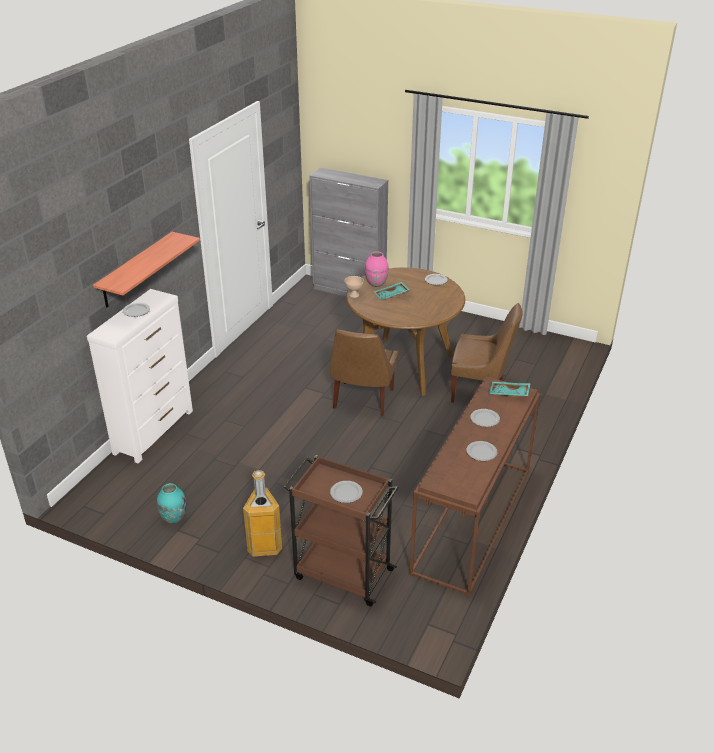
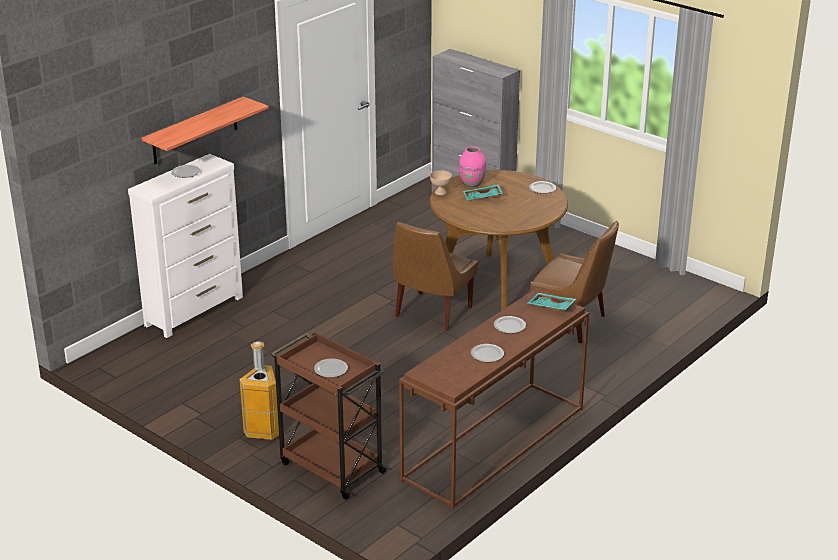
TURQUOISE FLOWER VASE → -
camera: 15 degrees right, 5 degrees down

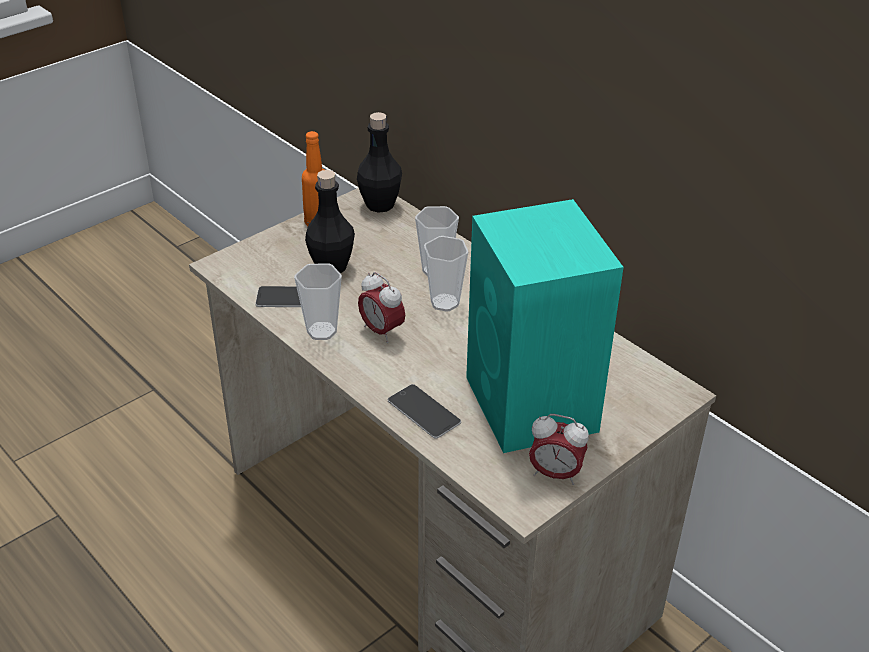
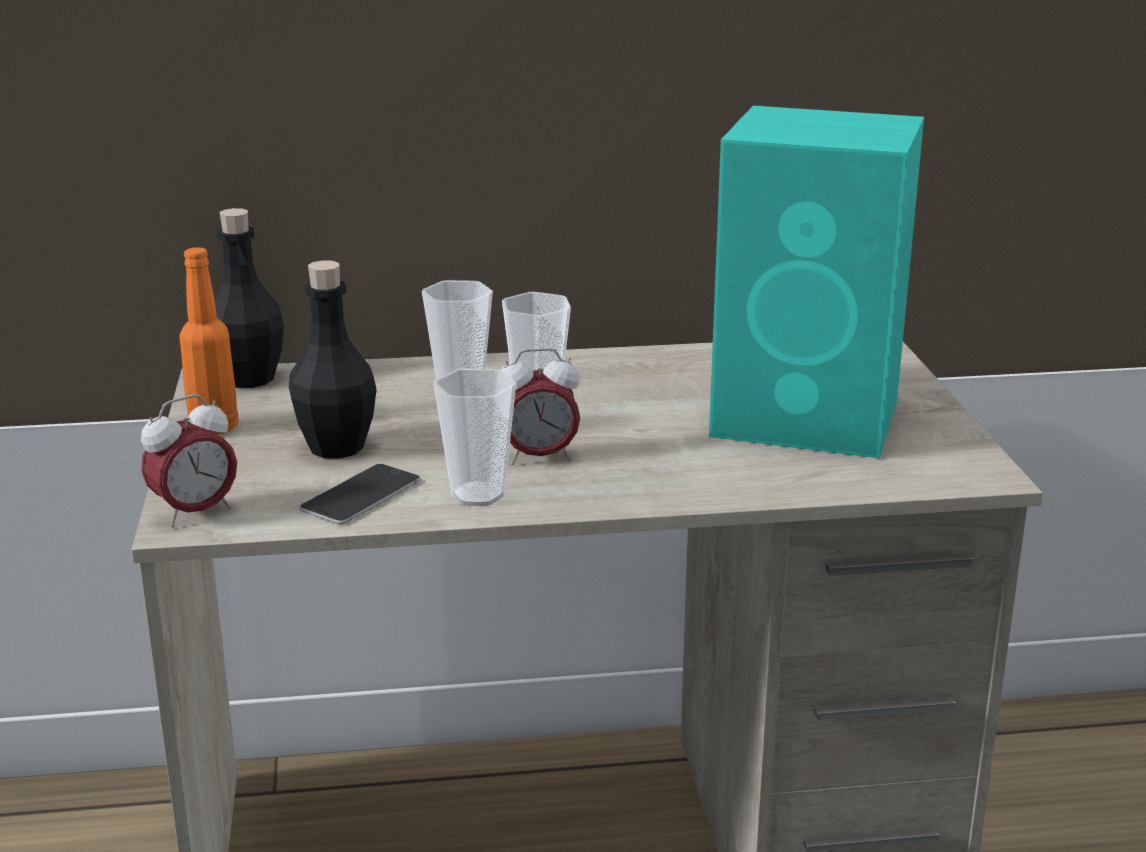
PHONE (2nd from left) → -
TABLE CLOCK (2nd from left in the first image) → TABLE CLOCK (1st from left), move
camera: 55 degrees left, 15 degrees down

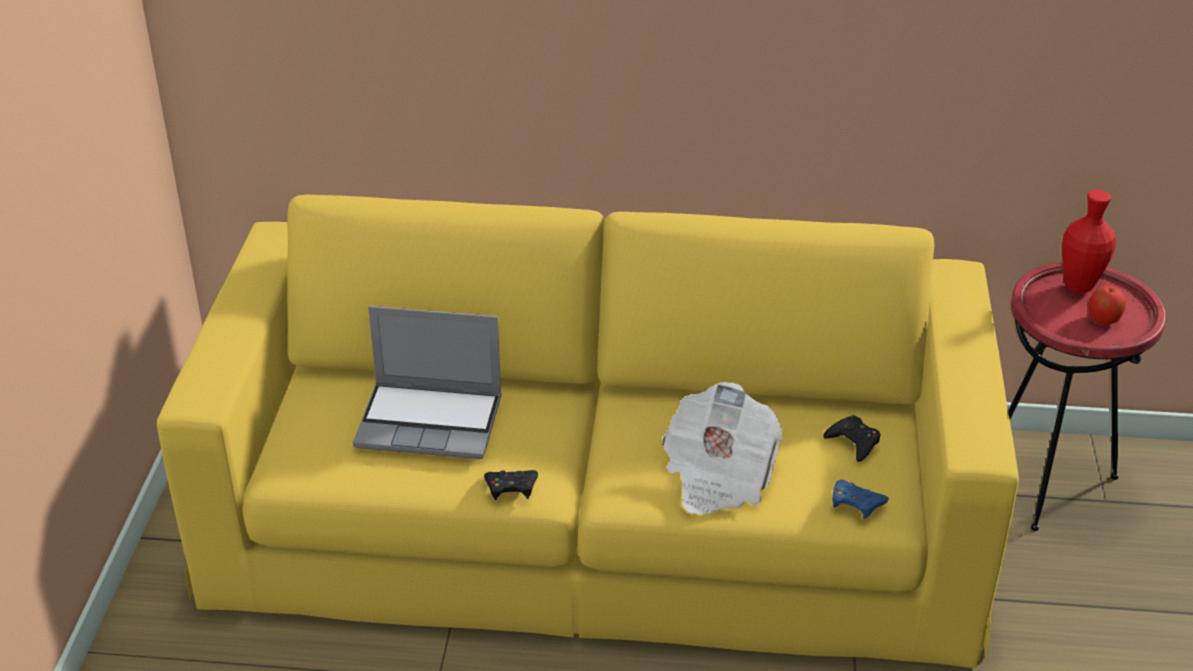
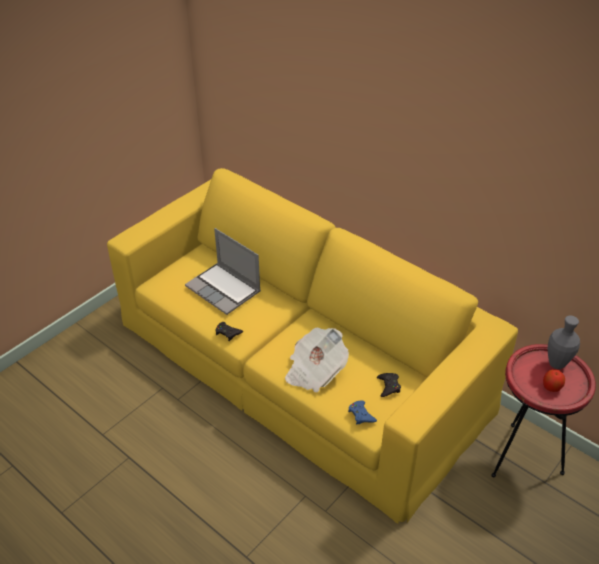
REDDISH FLOWER VASE → GREYISH FLOWER VASE
camera: 35 degrees right, 5 degrees up

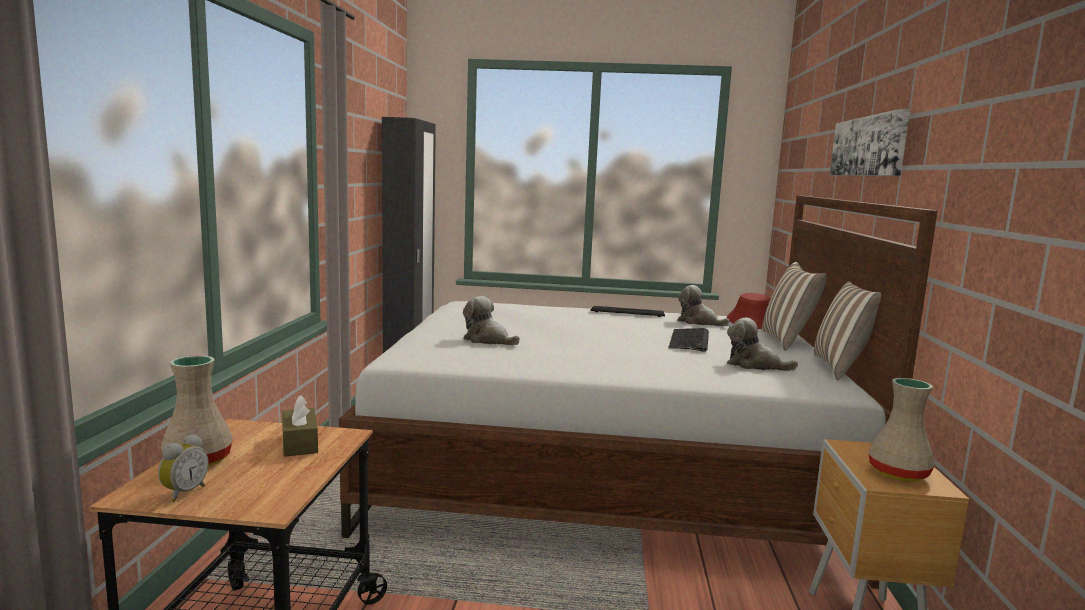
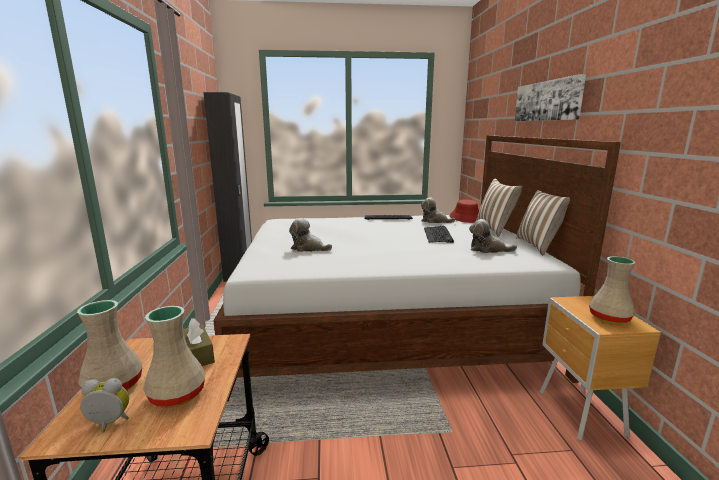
TABLE CLOCK, 105 degrees counterclockwise
- → BEIGE FLOWER VASE (2nd from left)
camera: 10 degrees left, 5 degrees up

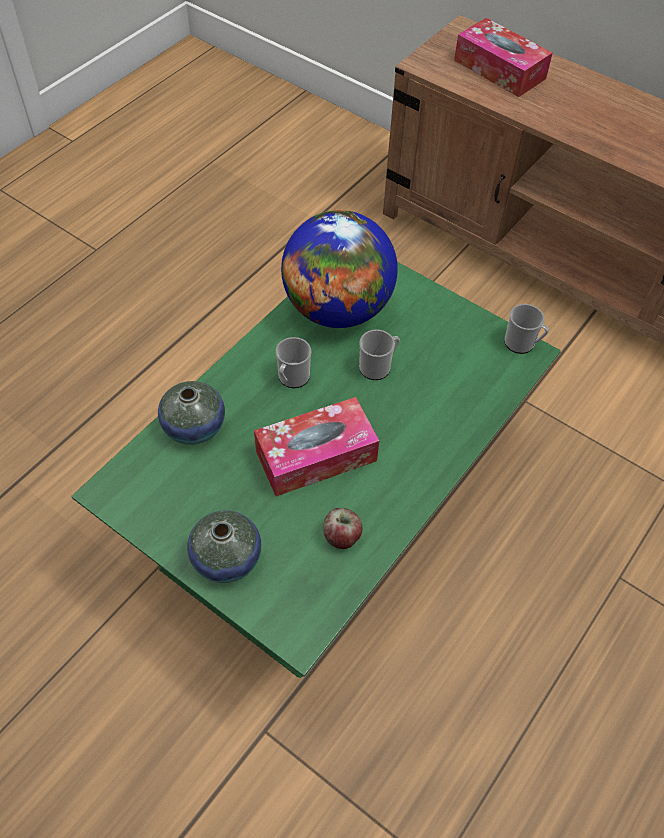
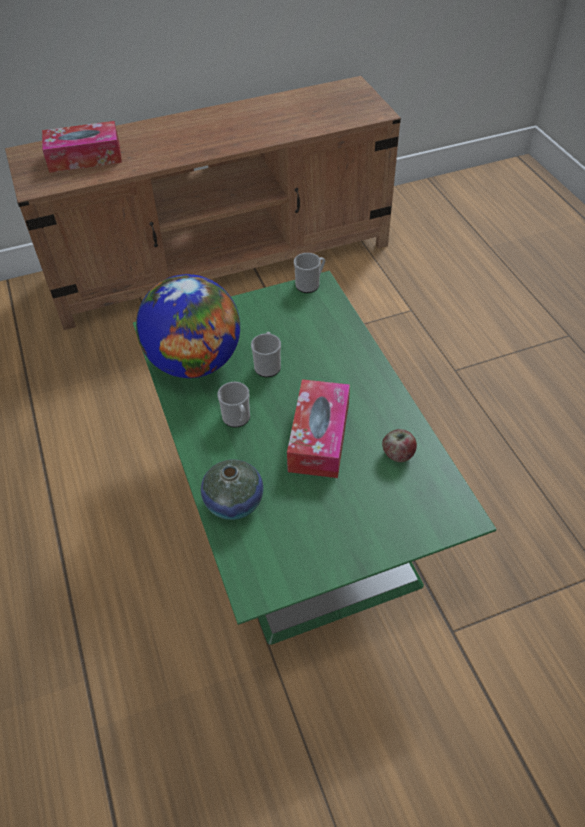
FLOWER VASE (2nd from left) → -
camera: 55 degrees left, 5 degrees down

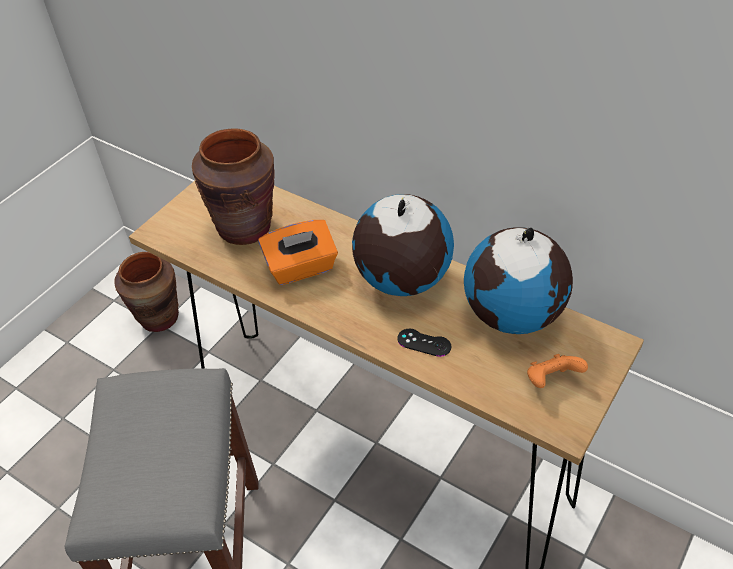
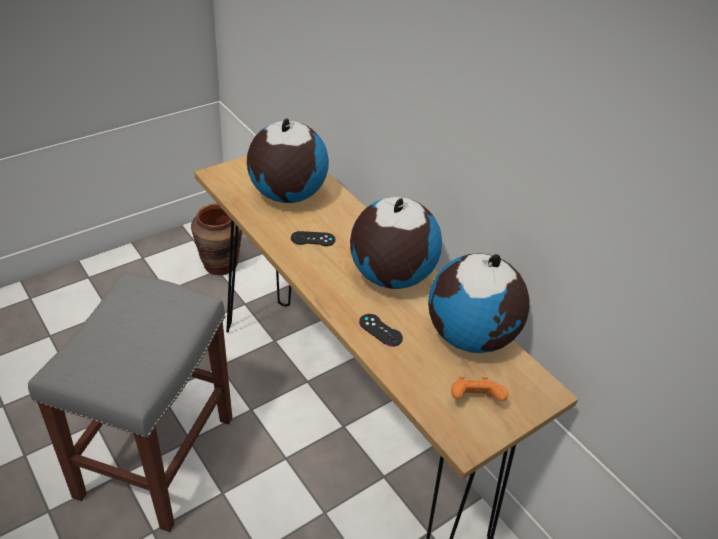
BROWNISH FLOWER VASE (2nd from left) → WORLD GLOBE (1st from left)
ORANGEY TISSUE HOLDER → BLACKISH GAMEPAD (1st from left)
camera: 15 degrees right, 5 degrees down

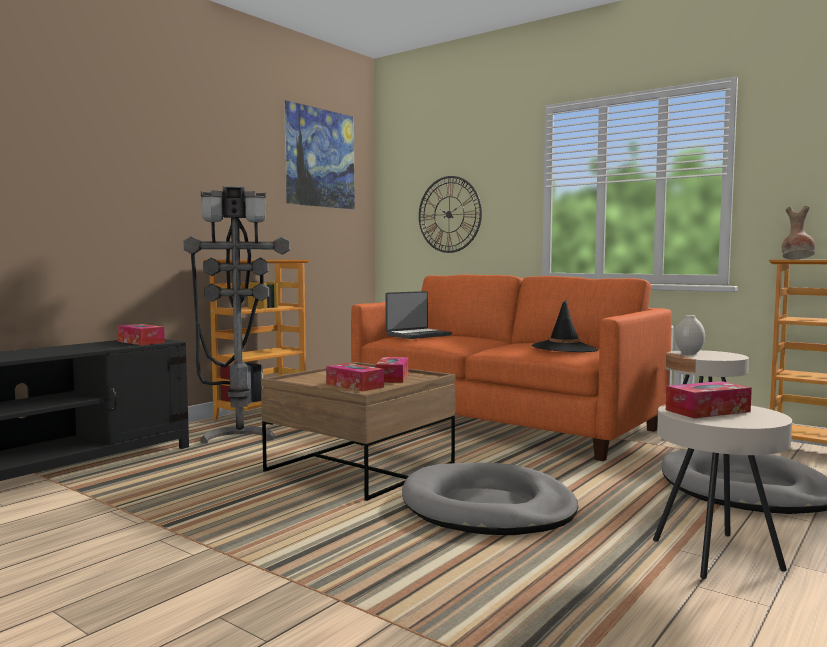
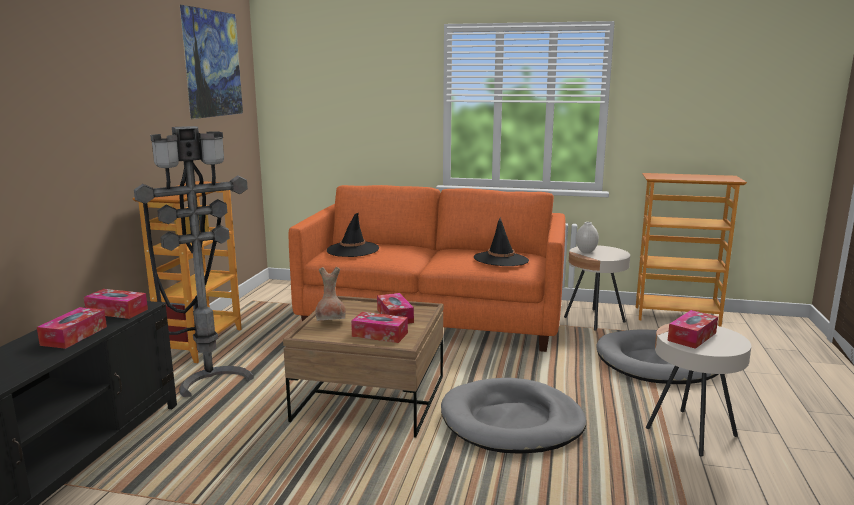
HANGING CLOCK → -
BROWNISH FLOWER VASE, move
PORTABLE COMPUTER → BLACKISH CLOTHING HAT (1st from left)
- → TISSUE HOLDER (1st from left)
camera: 25 degrees left, 10 degrees up

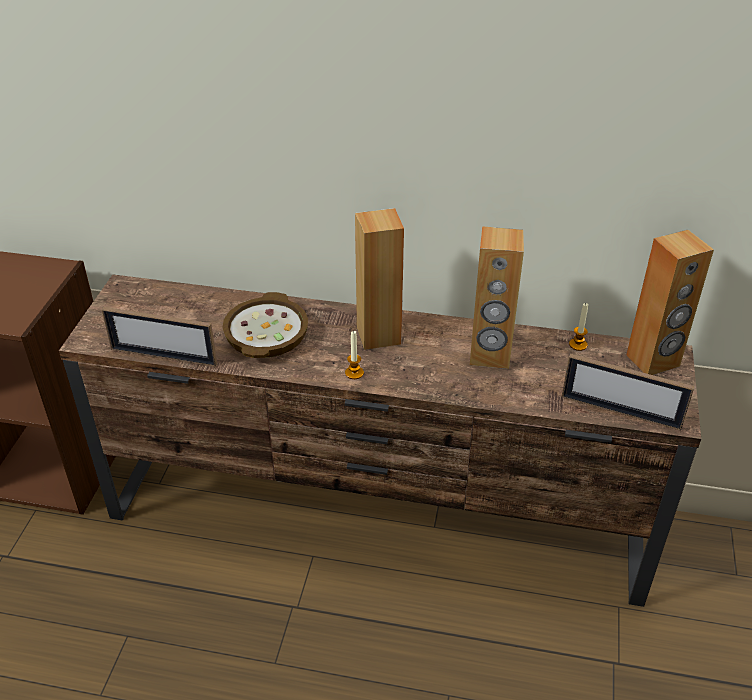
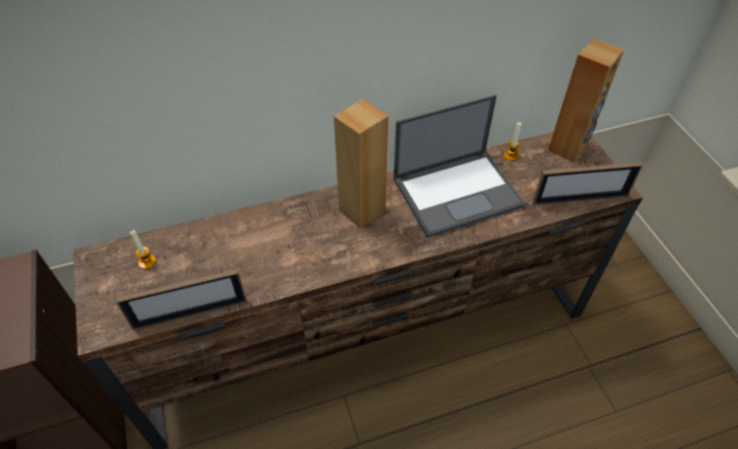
BROWNISH SPEAKER (2nd from left) → PORTABLE COMPUTER
BOWL → -
CANDLE (1st from left), move
camera: 30 degrees left, 10 degrees up

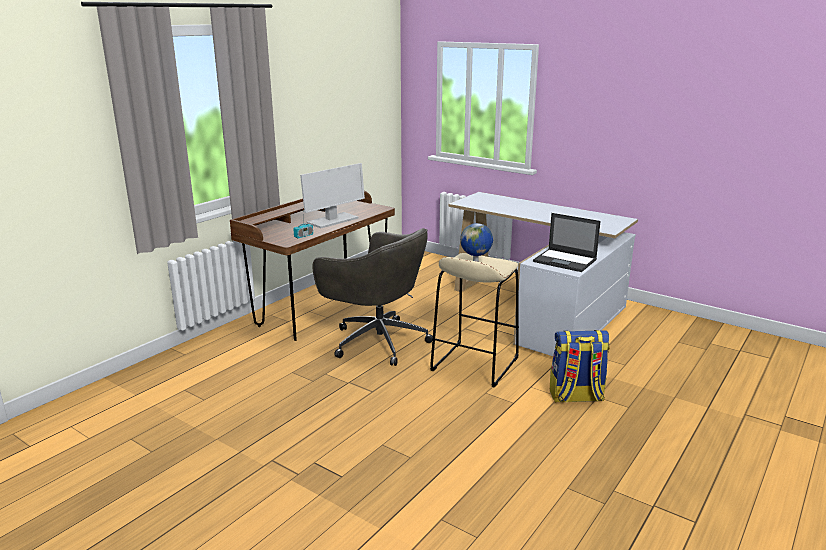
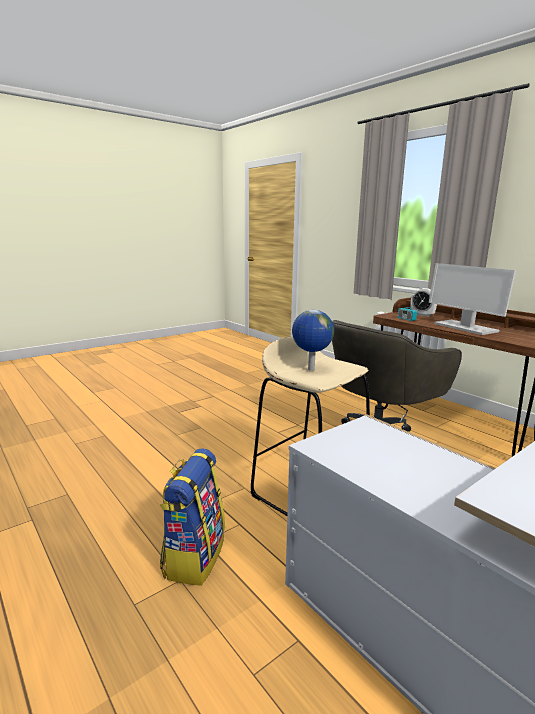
PORTABLE COMPUTER → -
- → TABLE CLOCK
camera: 105 degrees right, 5 degrees down

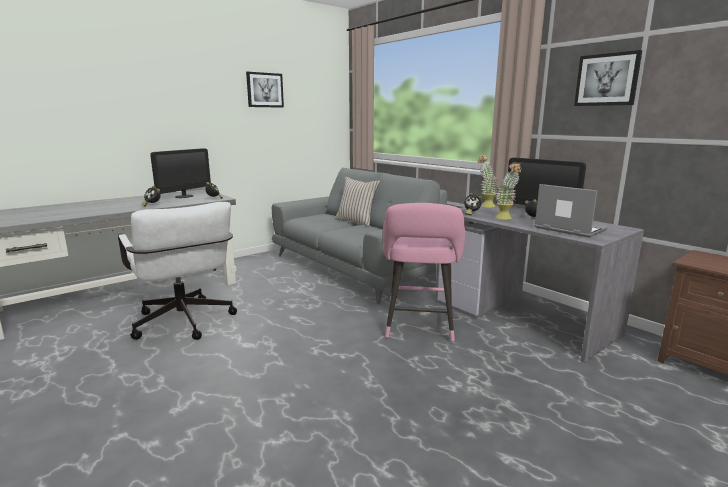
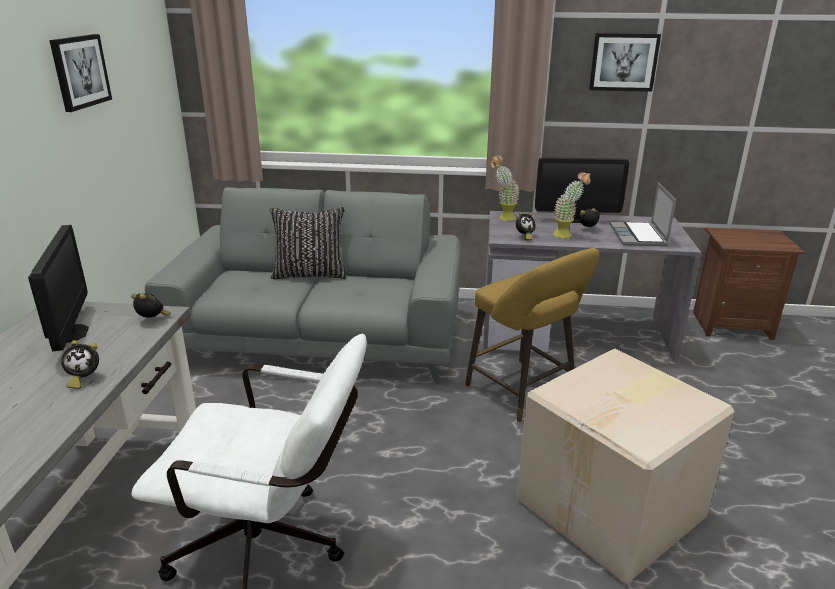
BEIGE THROW PILLOW → BLACKISH THROW PILLOW
PORTABLE COMPUTER, 90 degrees counterclockwise
PINKISH STOOL → YELLOW STOOL
- → CARTON
camera: 45 degrees left, 10 degrees up

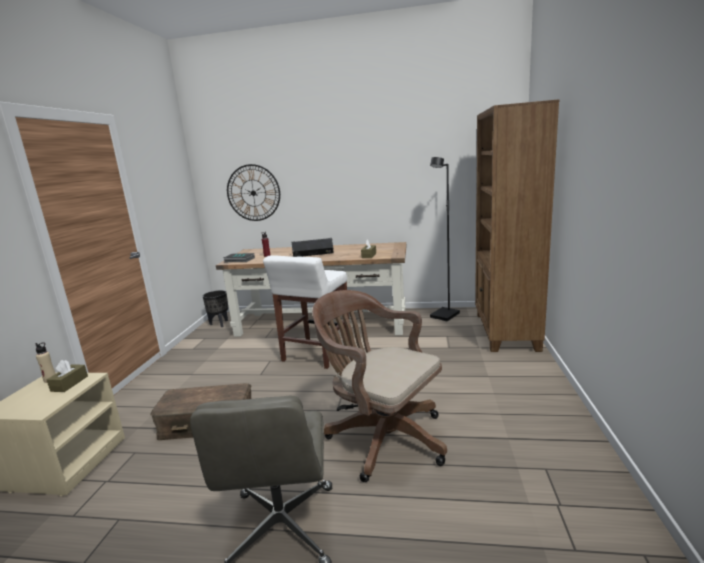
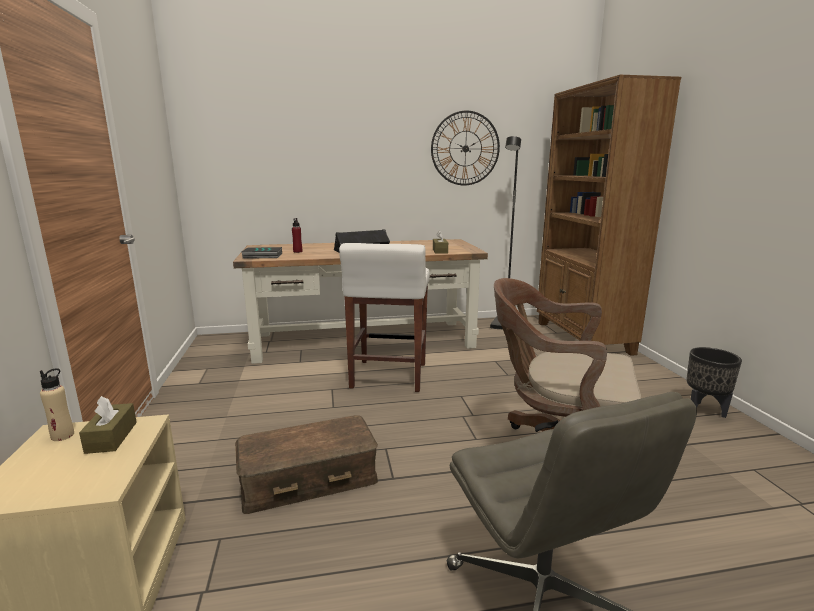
HANGING CLOCK, move
BLACKISH PLANT POT, move
camera: 20 degrees left, 0 degrees up

